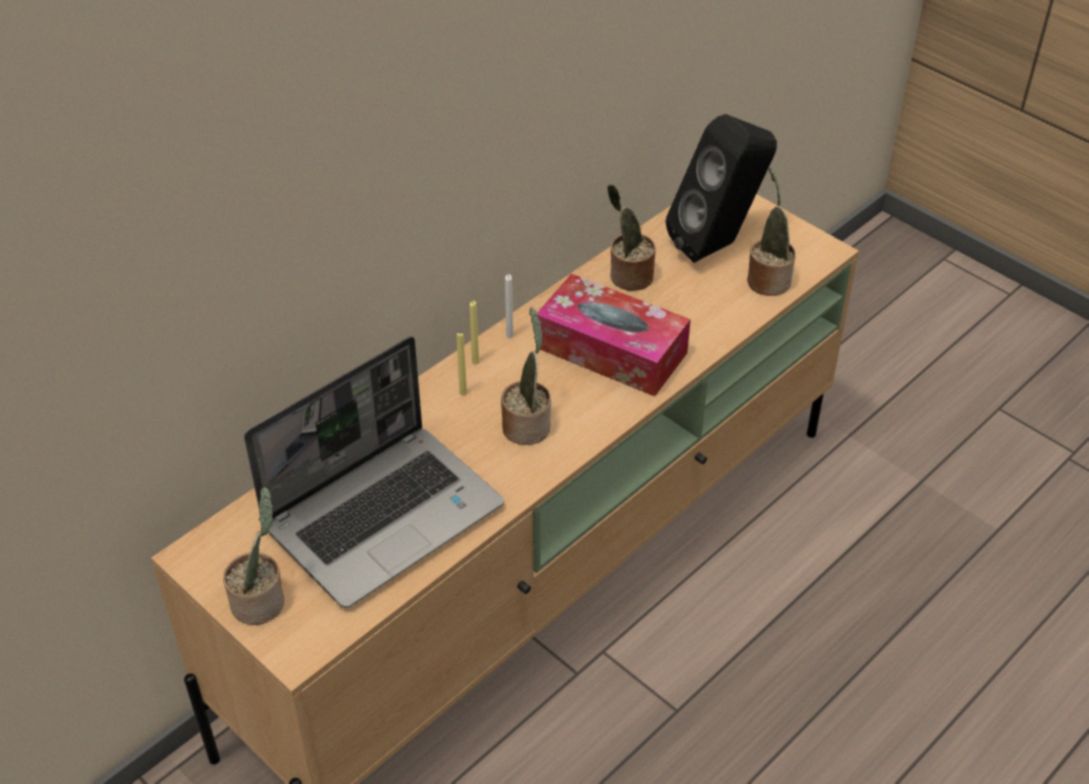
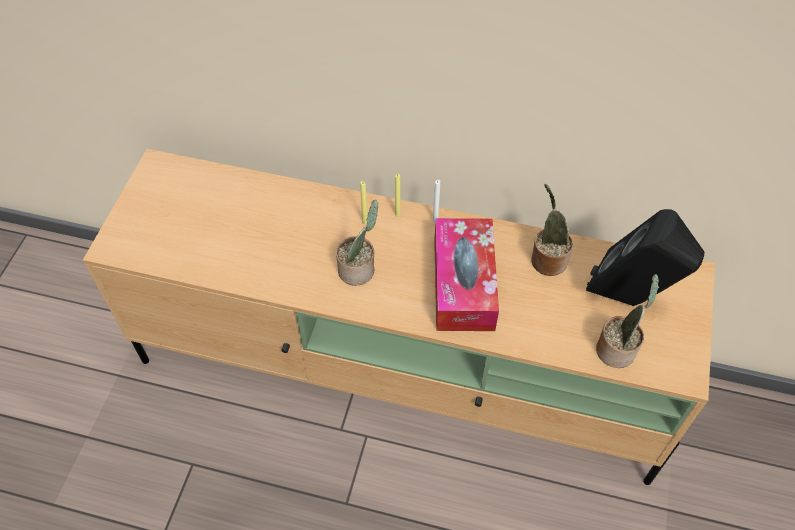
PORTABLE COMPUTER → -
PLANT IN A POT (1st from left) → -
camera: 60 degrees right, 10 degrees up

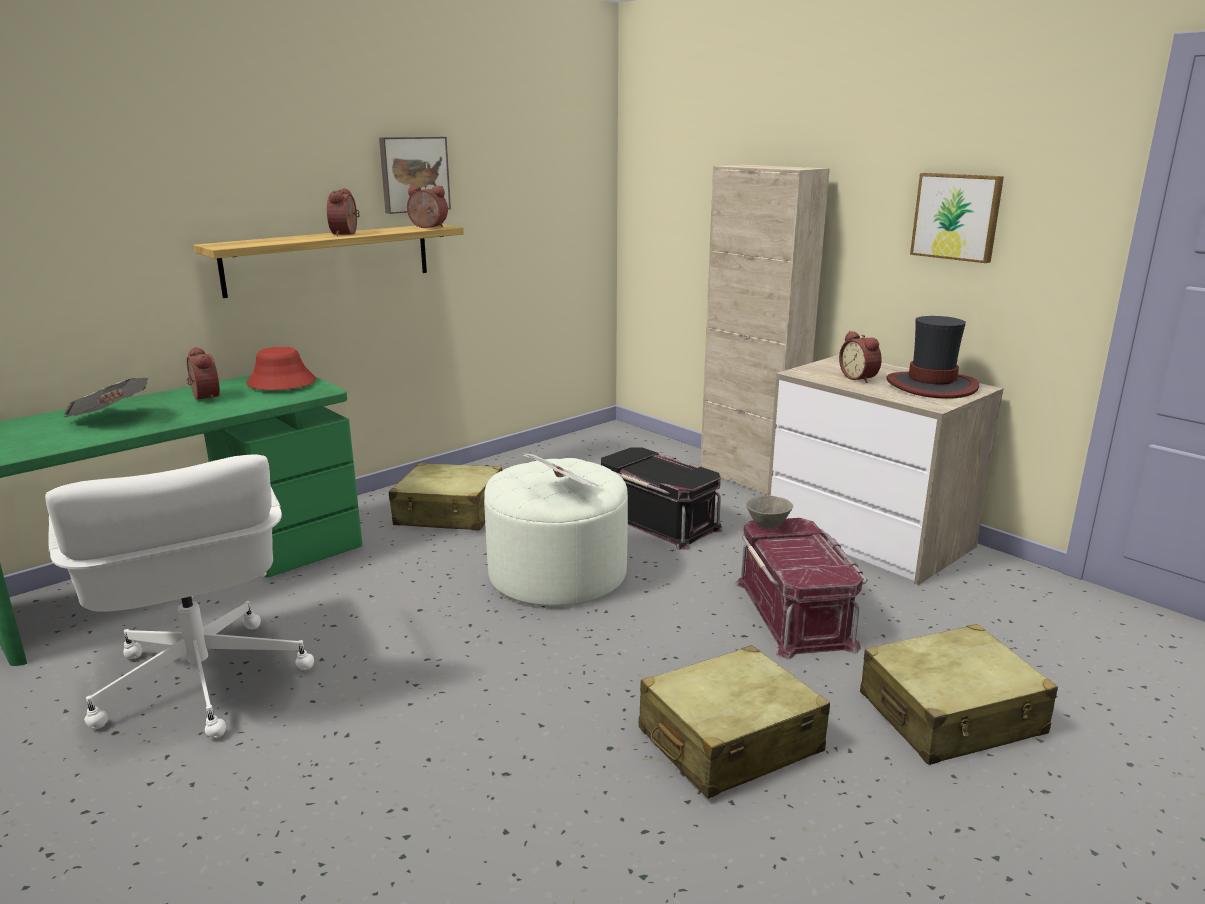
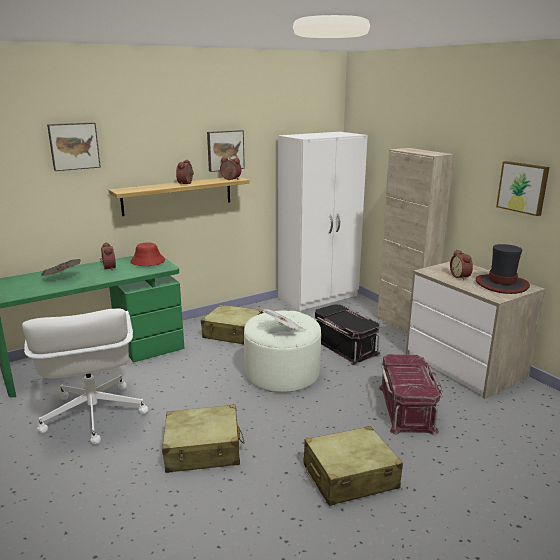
GREYISH BOWL → -
BEIGE SUITCASE (3rd from left in the first image) → BEIGE SUITCASE (1st from left), move
- → WALL PICTURE (1st from left)
- → WHITISH WARDROBE
camera: 10 degrees right, 0 degrees up

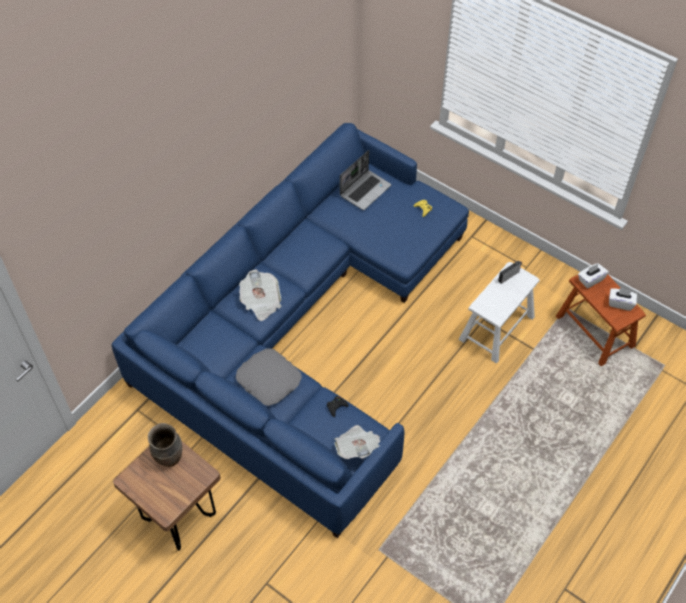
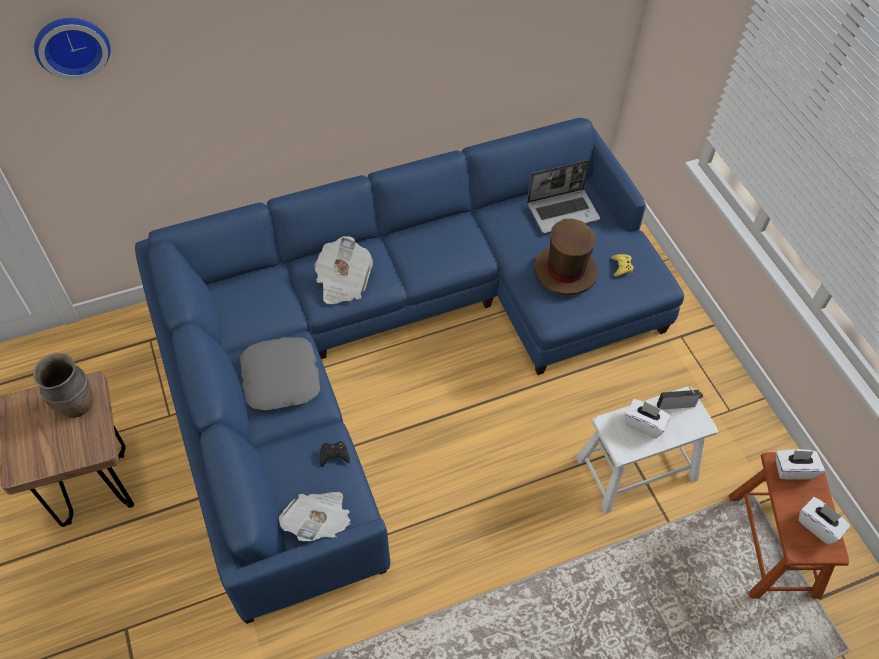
- → HANGING CLOCK
- → BROWNISH CLOTHING HAT
- → WHITISH TISSUE HOLDER (1st from left)
camera: 30 degrees right, 0 degrees up

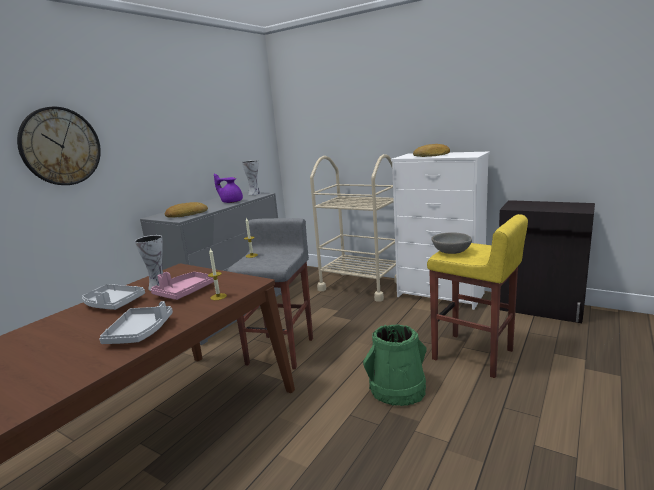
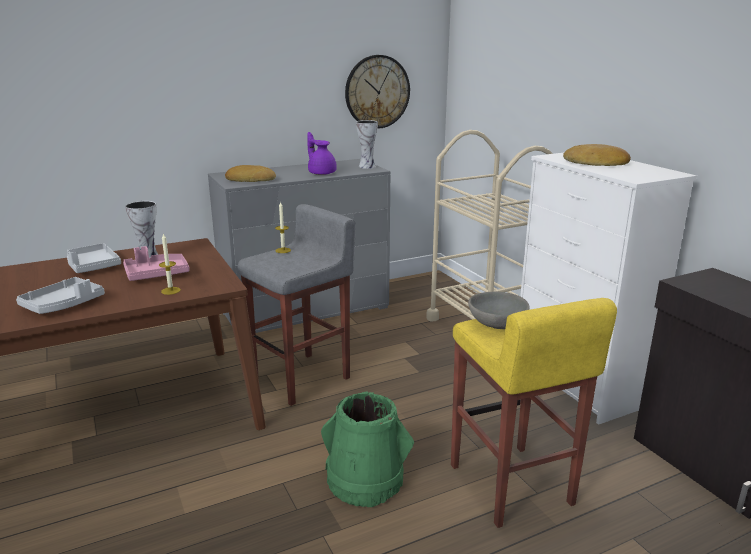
HANGING CLOCK, move
camera: 30 degrees right, 5 degrees up

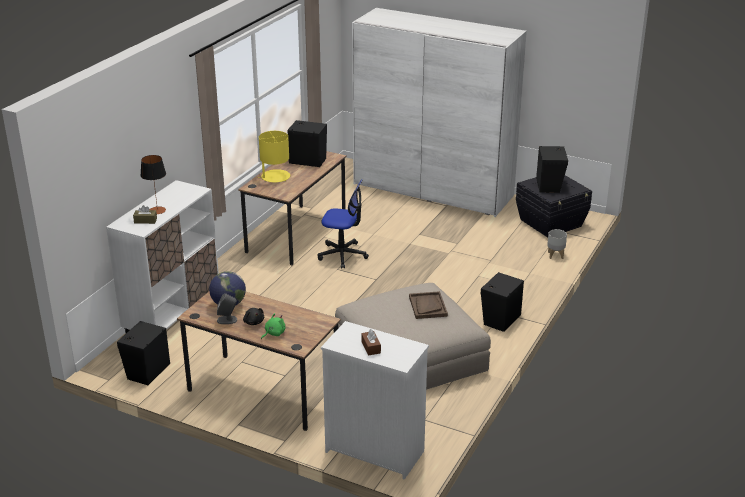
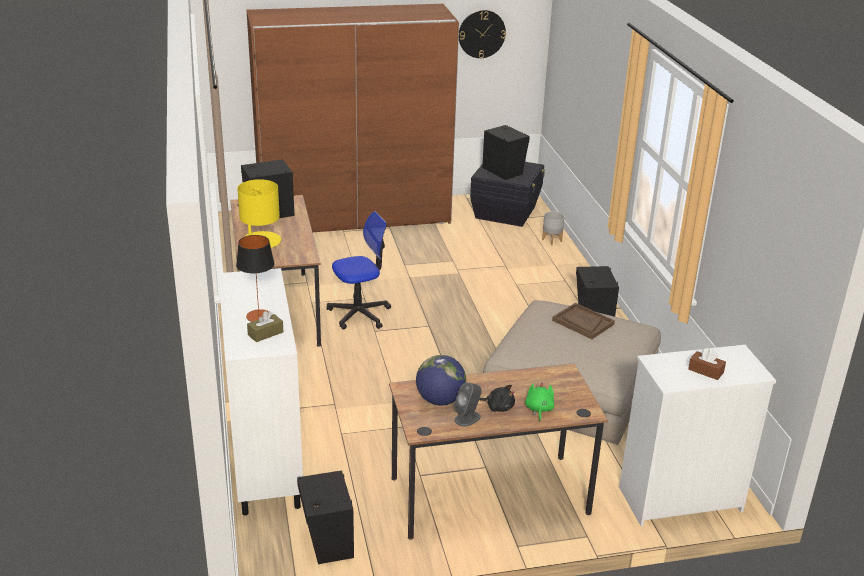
WHITISH WARDROBE → BROWNISH WARDROBE
- → HANGING CLOCK
camera: 40 degrees left, 0 degrees up

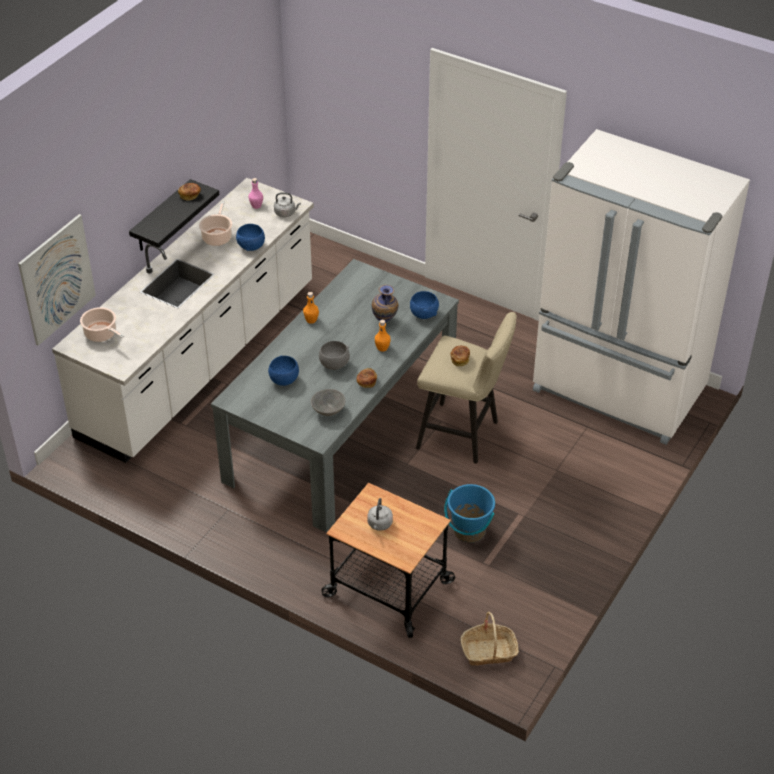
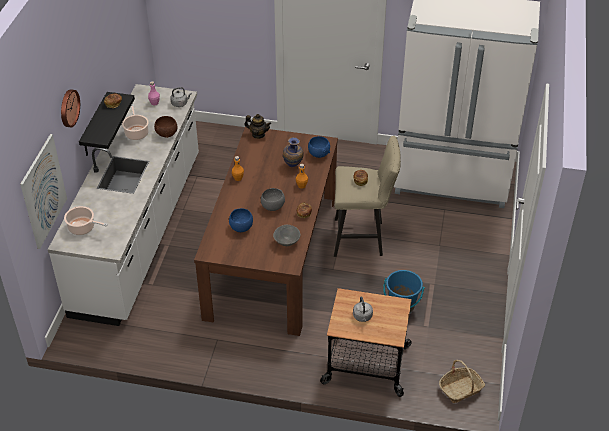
BLUE BOWL (1st from left) → BROWNISH BOWL
GREYISH DINING TABLE → BROWNISH DINING TABLE
- → HANGING CLOCK
- → POT FOR TEA
camera: 20 degrees left, 0 degrees up

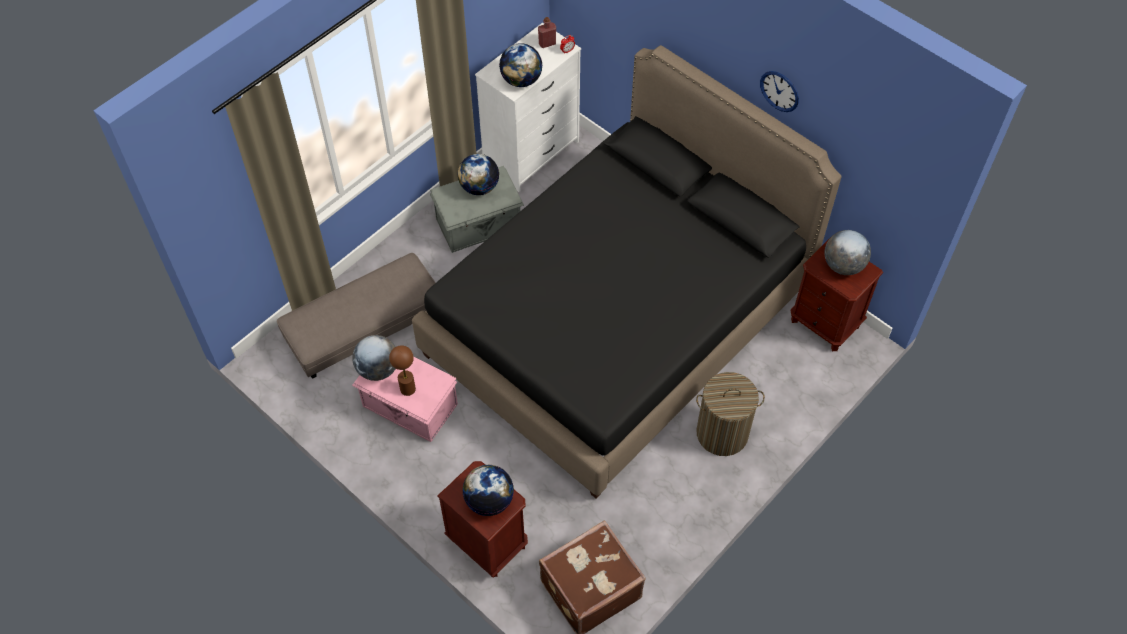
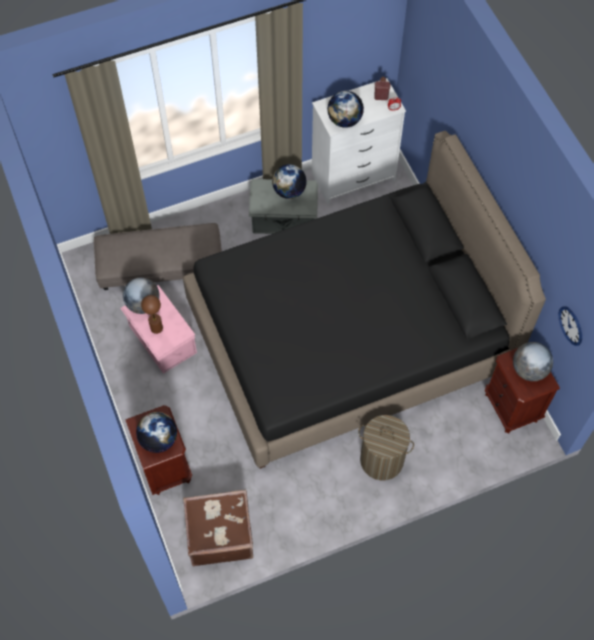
HANGING CLOCK, move
camera: 25 degrees right, 5 degrees up

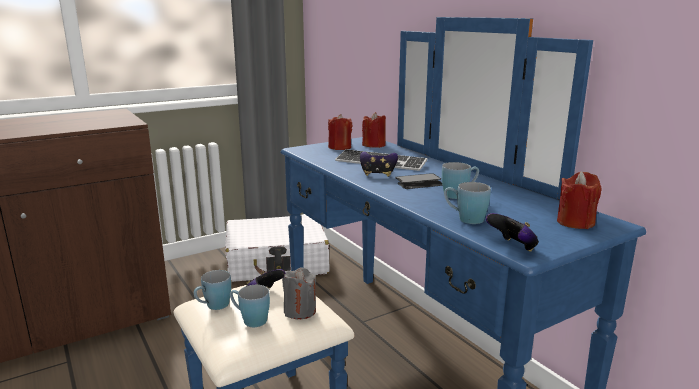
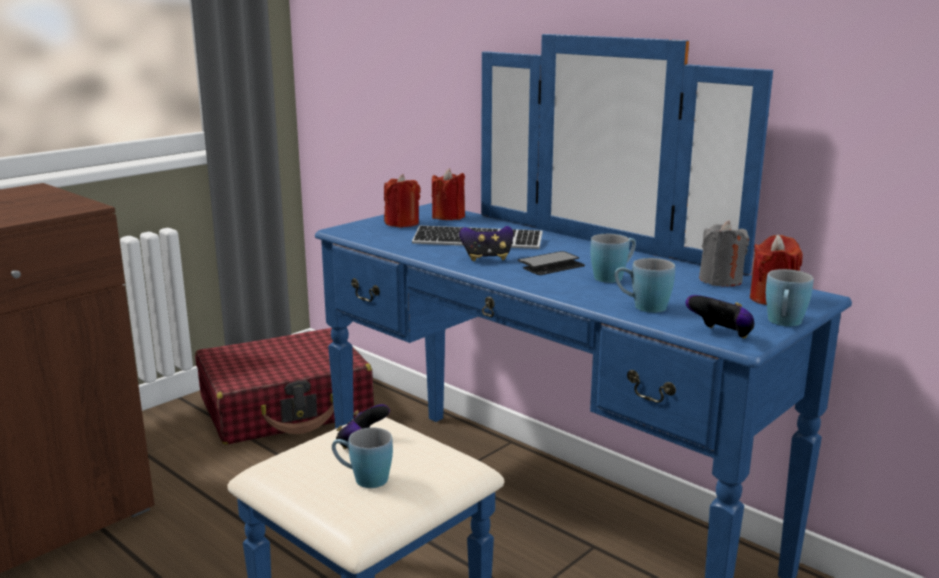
WHITISH SUITCASE → REDDISH SUITCASE
GREYISH CANDLE, move
BLUE MUG (1st from left in the first image) → BLUE MUG (4th from left), move
camera: 15 degrees left, 0 degrees up

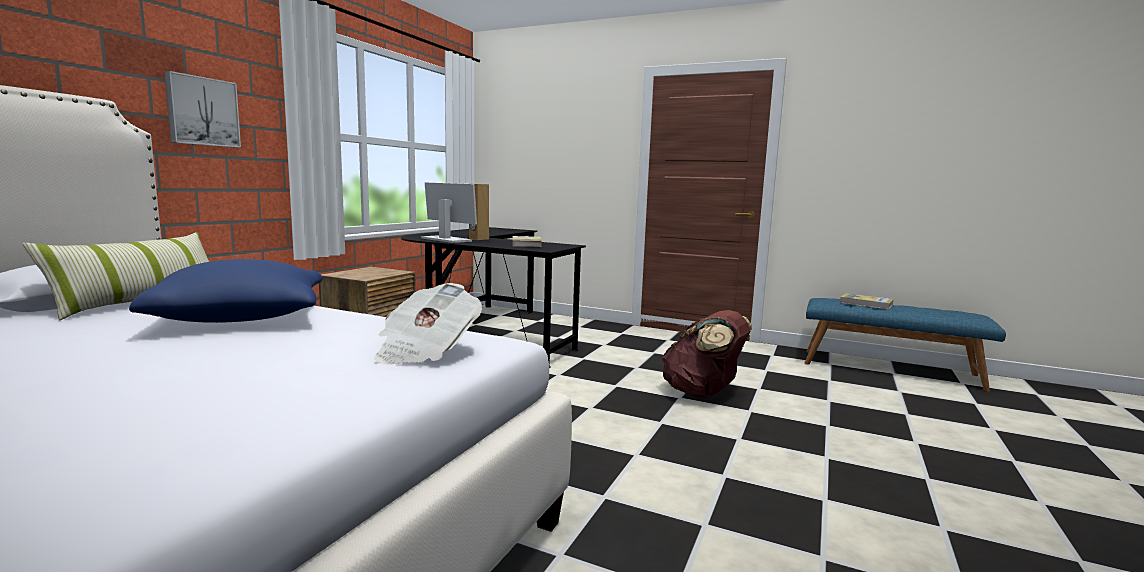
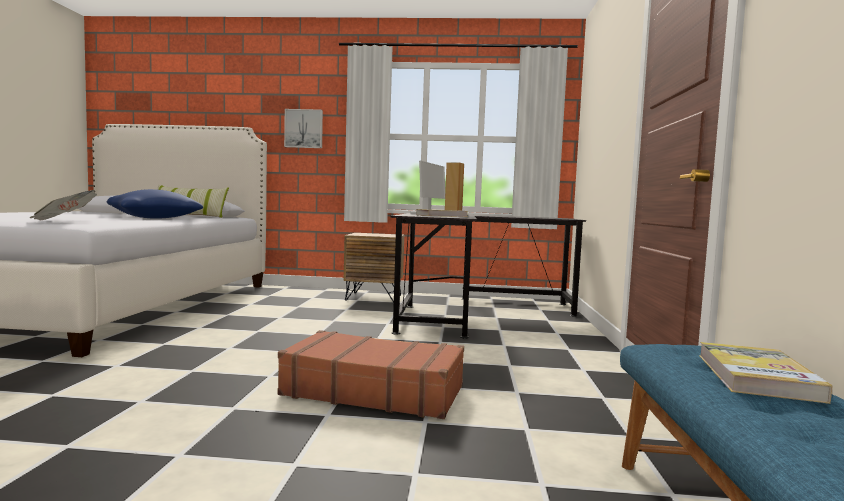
BROWNISH KNAPSACK → BROWNISH SUITCASE
camera: 70 degrees right, 5 degrees down

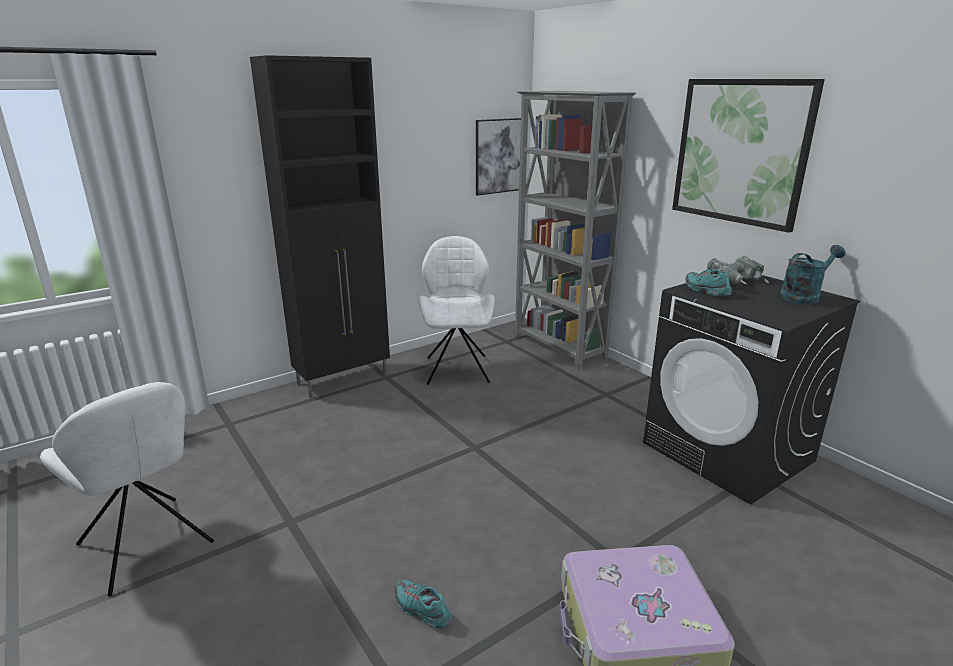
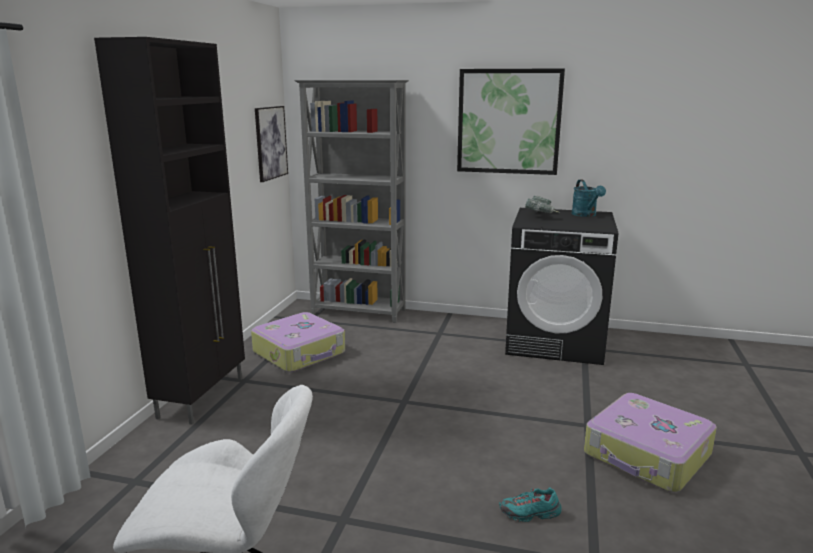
WHITISH UPRIGHT CHAIR (2nd from left) → SUITCASE (1st from left)
TURQUOISE SPRINKLING CAN, 150 degrees clockwise
TURQUOISE SHOE (2nd from left) → -
camera: 40 degrees left, 5 degrees down

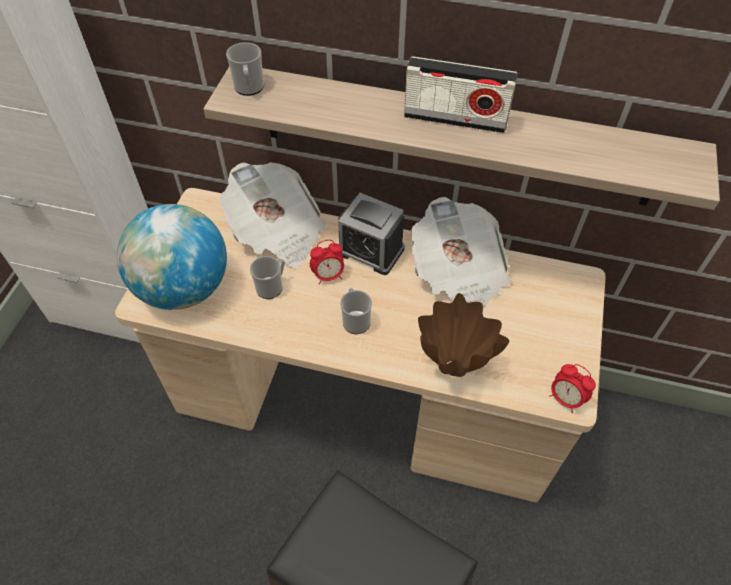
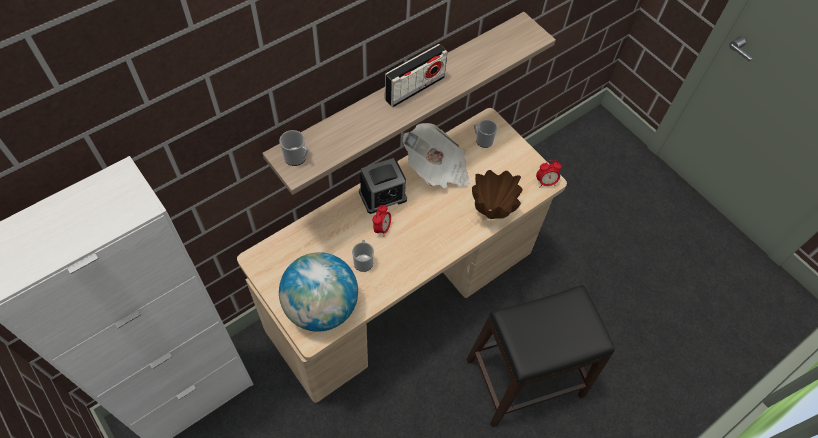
PRINTED PAPER (1st from left) → -
MUG (3rd from left), move
camera: 55 degrees left, 5 degrees up

